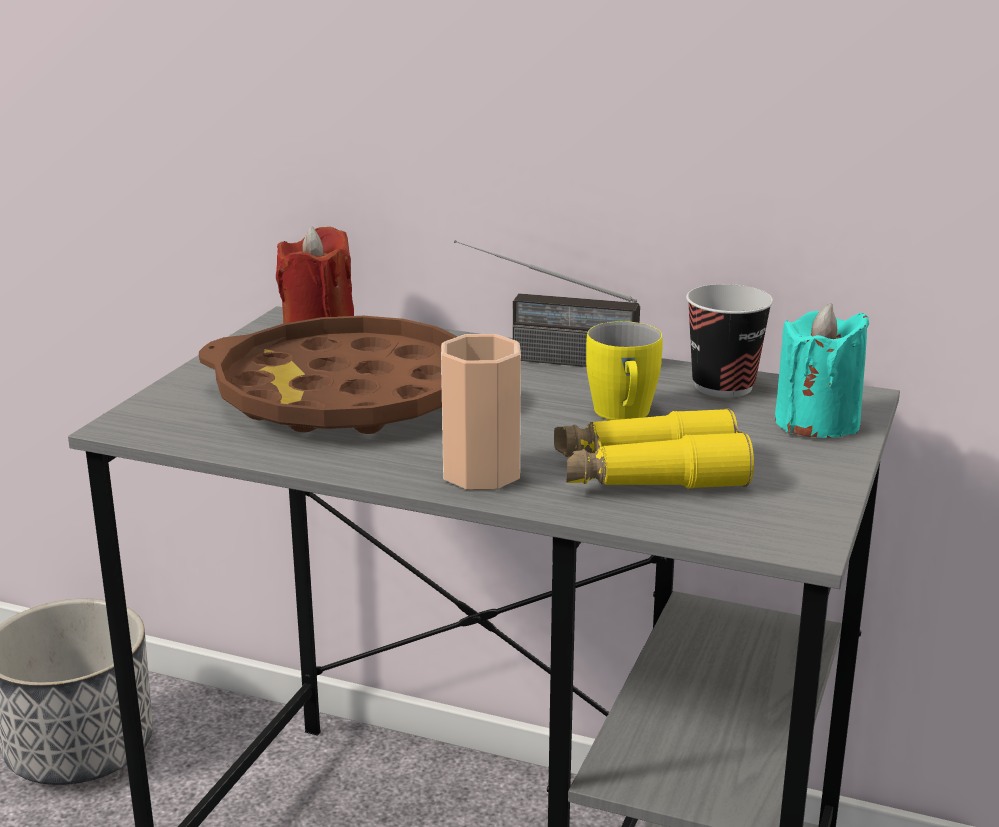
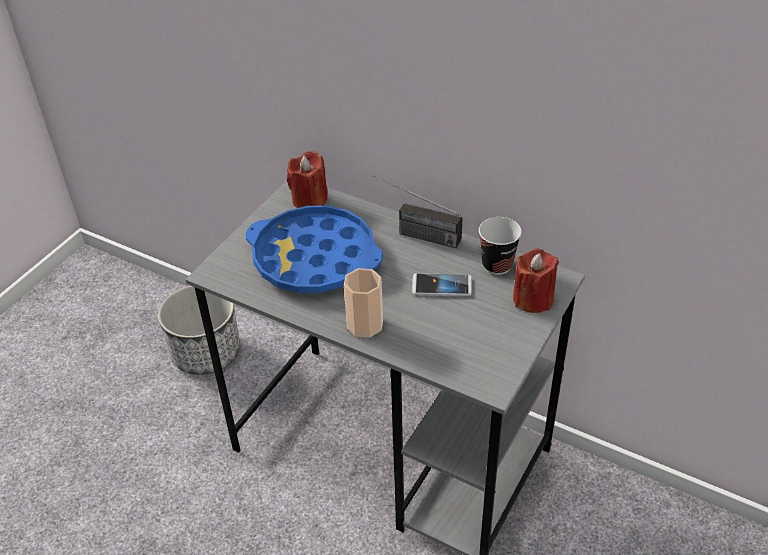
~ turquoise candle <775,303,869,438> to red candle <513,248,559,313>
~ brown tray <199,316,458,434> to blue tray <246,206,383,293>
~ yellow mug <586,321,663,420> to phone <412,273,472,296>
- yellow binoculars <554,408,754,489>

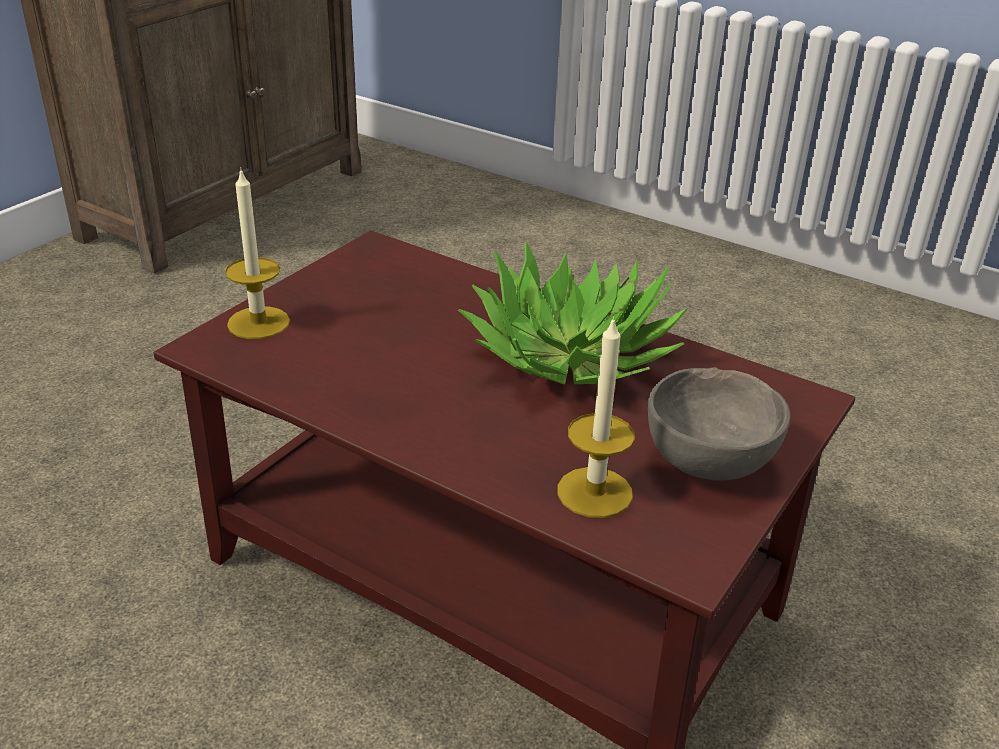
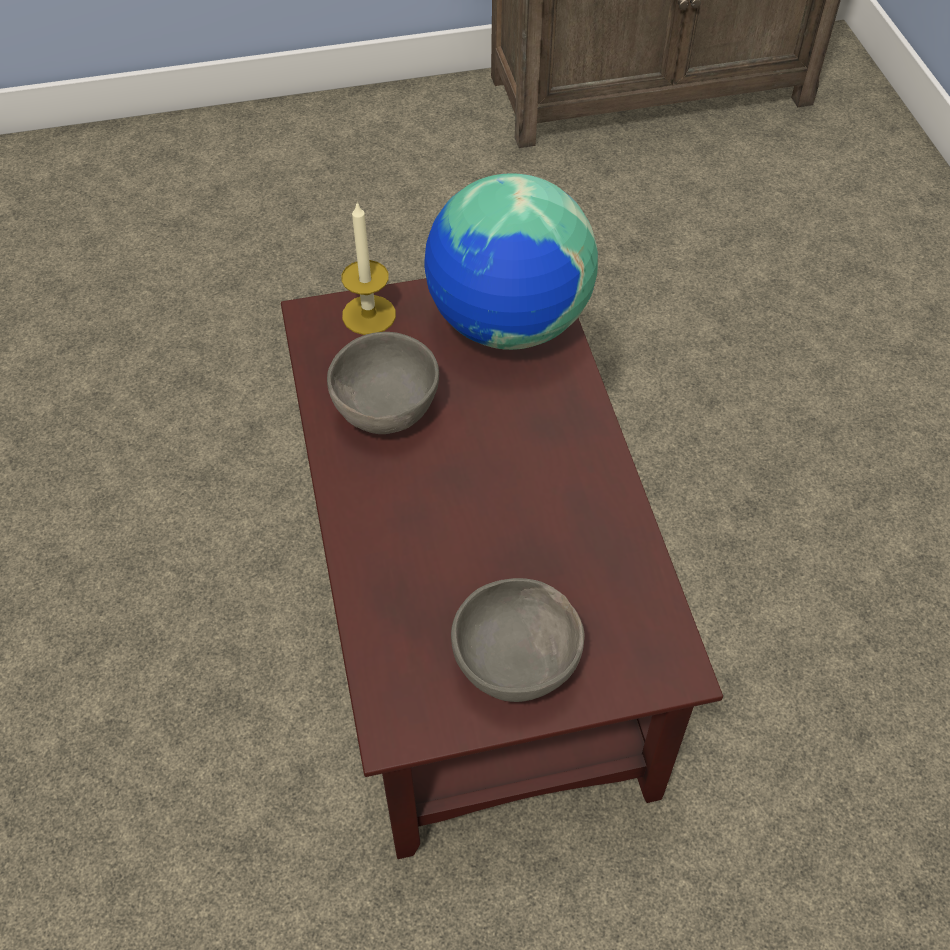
- potted plant <458,242,687,385>
- candle <558,316,635,518>
+ globe <424,174,598,350>
+ grey bowl <327,332,439,434>

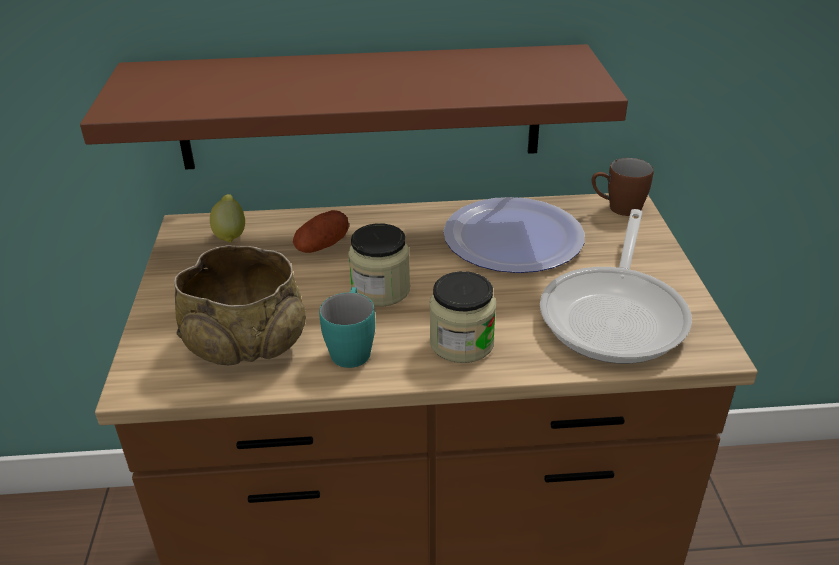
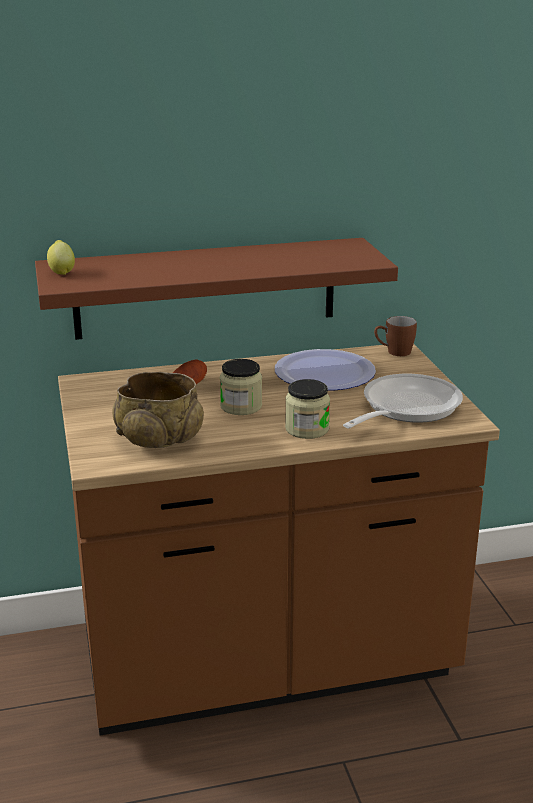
~ lemon <210,194,245,243> to <47,240,75,275>
~ frying pan <540,209,692,364> = <343,374,463,429> 150 degrees counterclockwise
- turquoise mug <319,287,375,368>

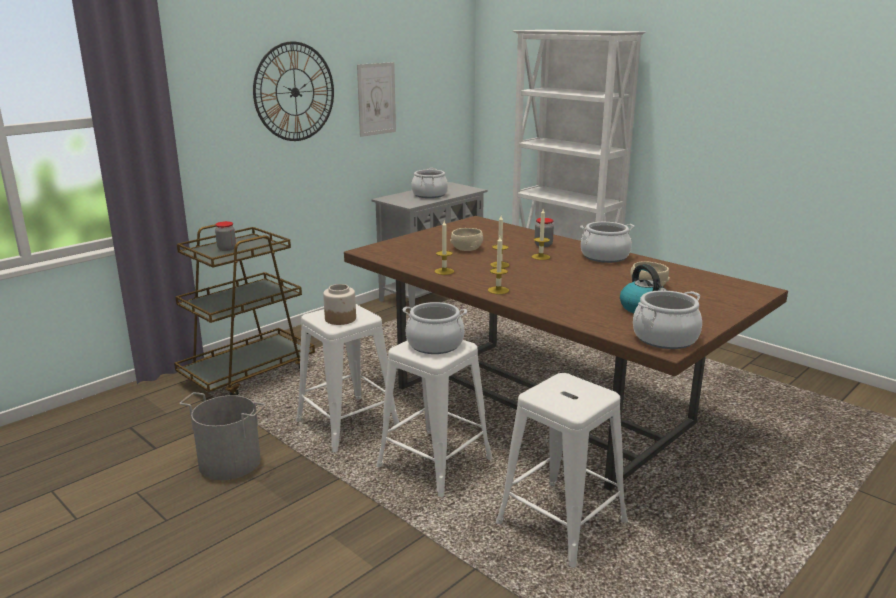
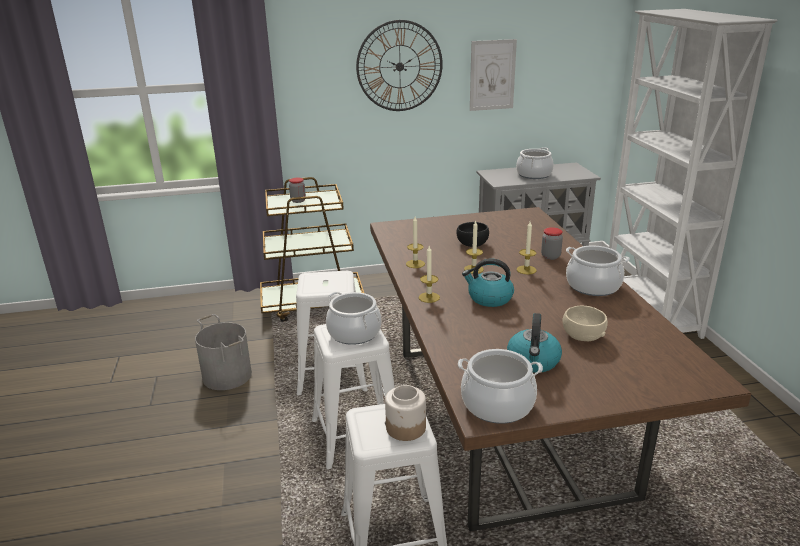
~ beige bowl <450,228,483,251> to black bowl <456,222,489,247>
~ jar <323,284,356,325> to <385,385,426,441>
+ kettle <462,259,514,307>

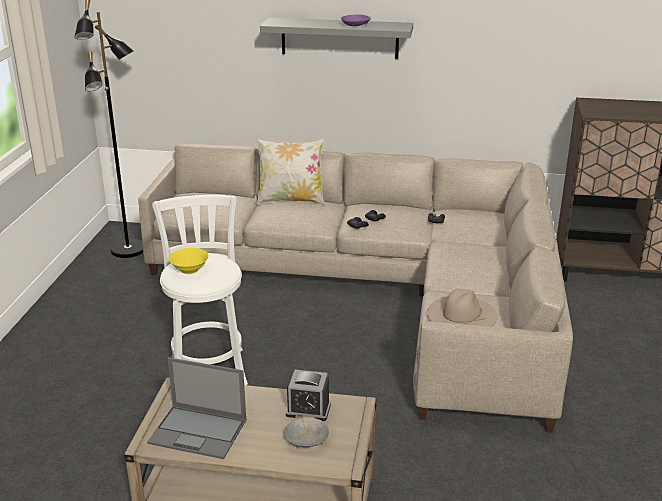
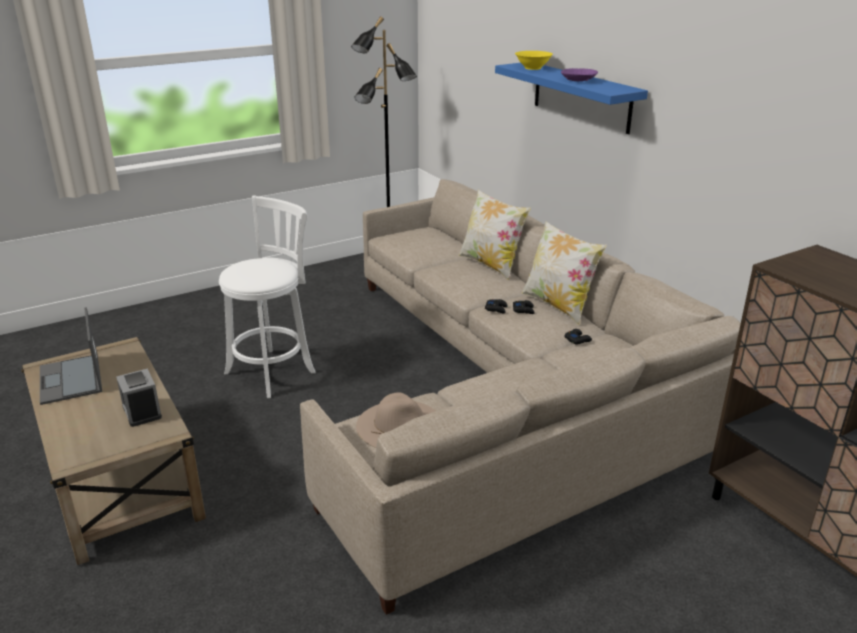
~ grey shelf <260,18,413,59> to blue shelf <495,63,648,134>
~ yellow bowl <168,248,209,274> to <515,51,553,70>
- grey bowl <284,417,329,448>
+ pillow <521,221,607,325>

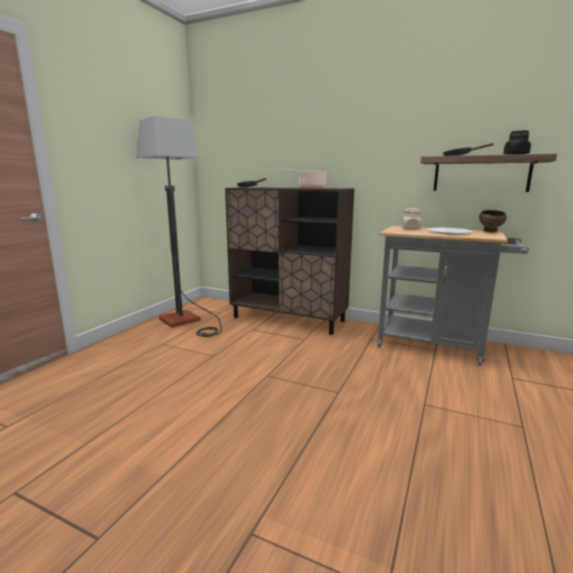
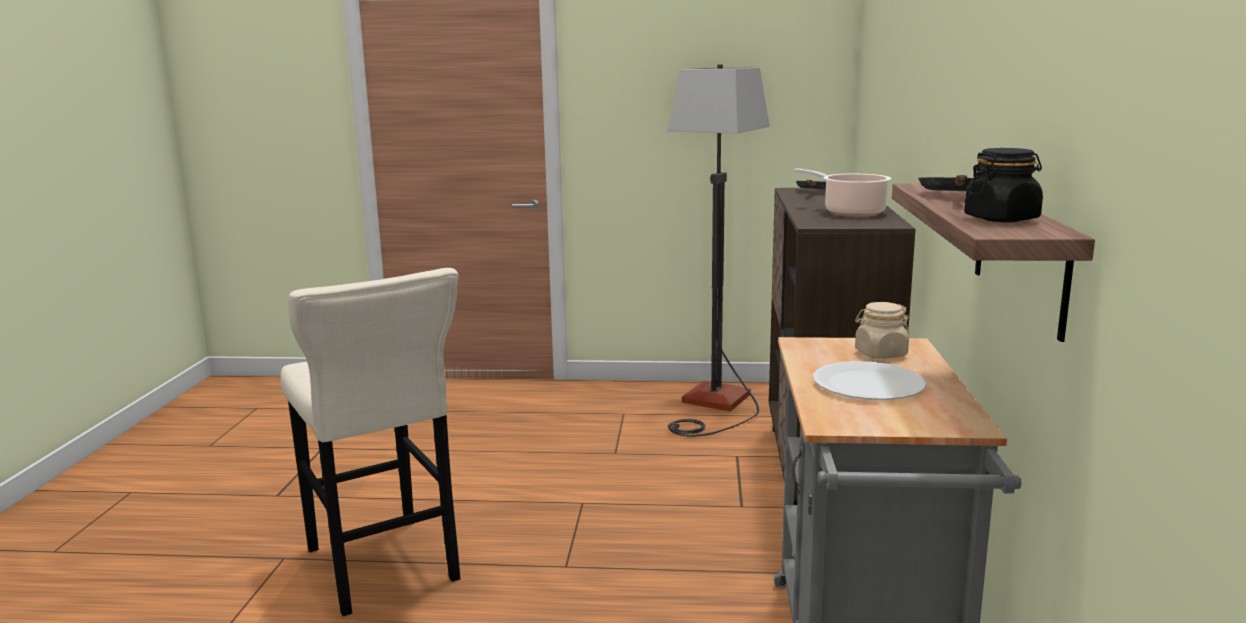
- brown bowl <479,210,507,233>
+ beige stool <280,268,460,616>

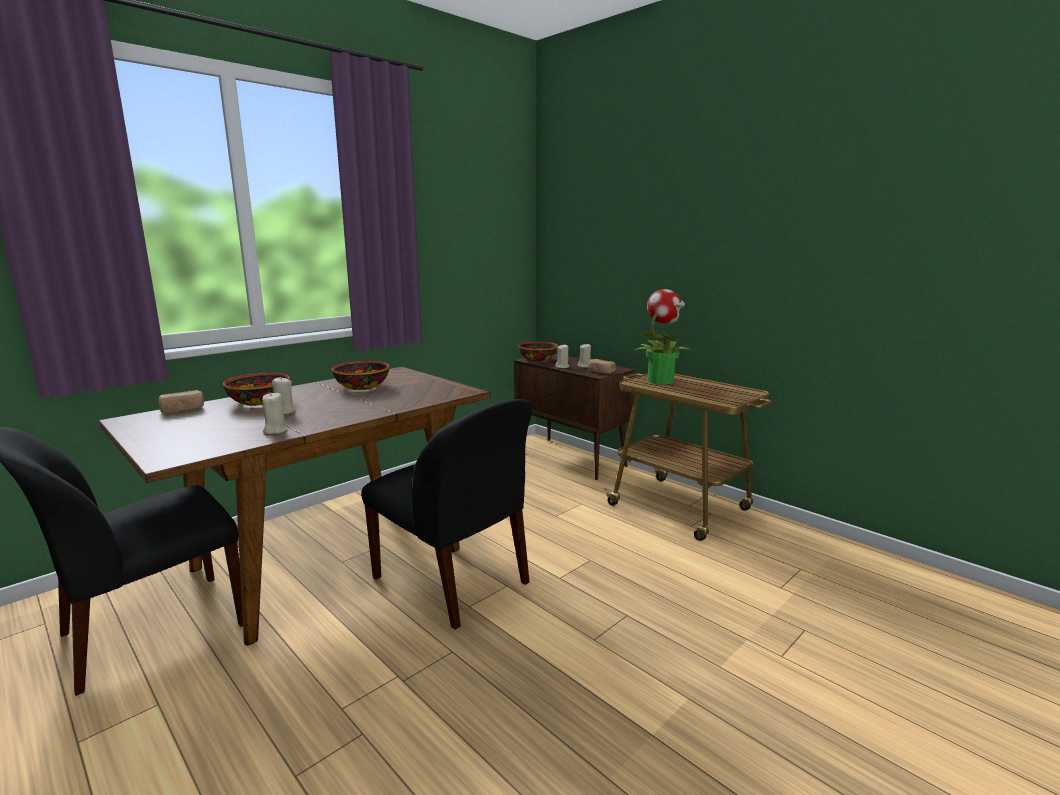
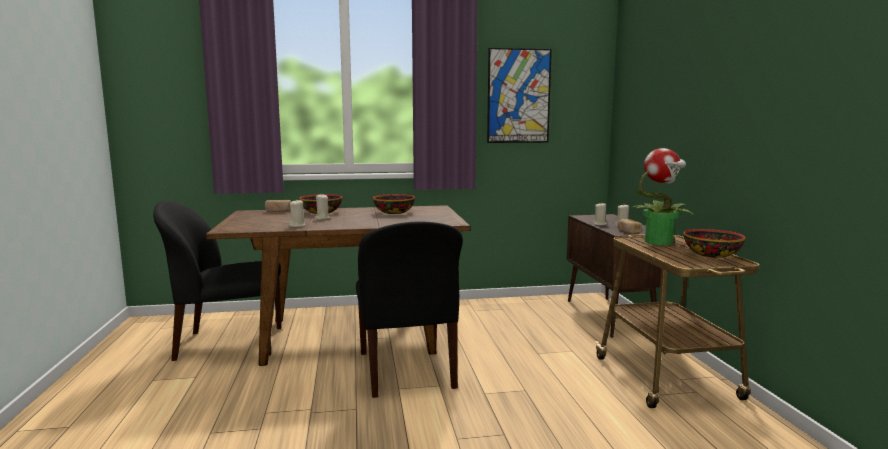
~ bowl <518,342,558,362> to <684,229,746,258>
+ picture <487,48,552,143>

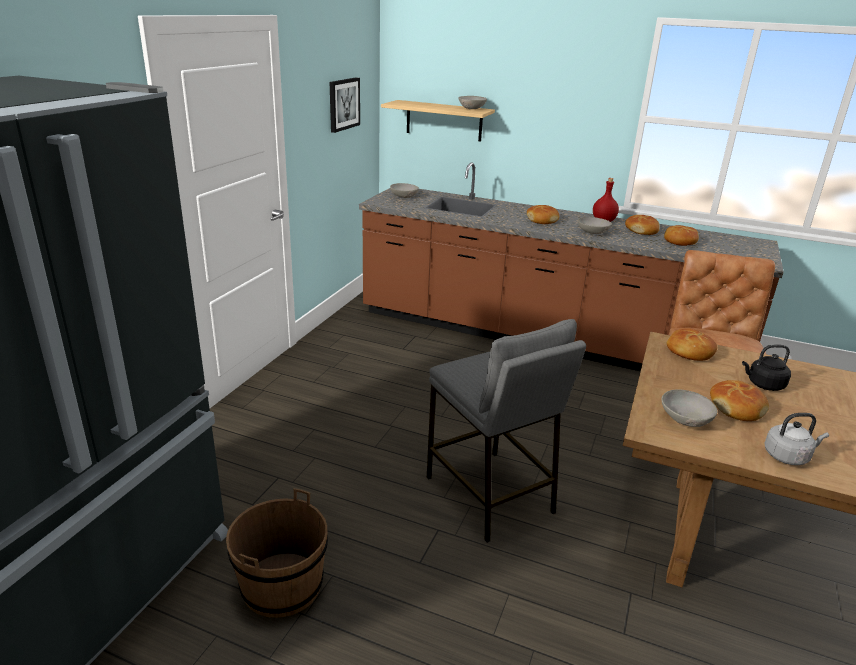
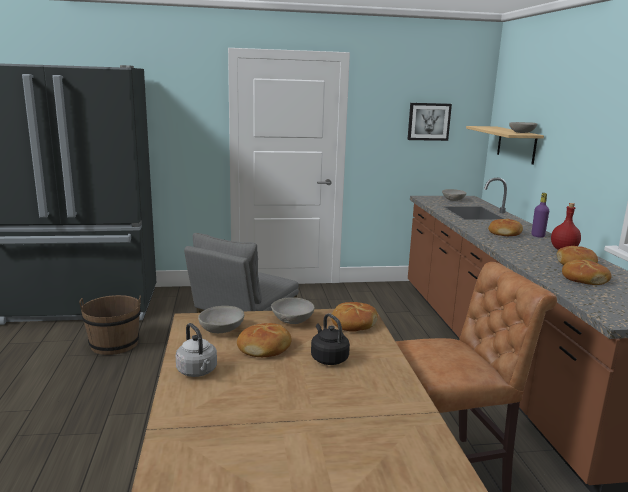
~ grey bowl <578,217,612,234> to <271,297,315,324>
+ purple bottle <531,193,549,238>

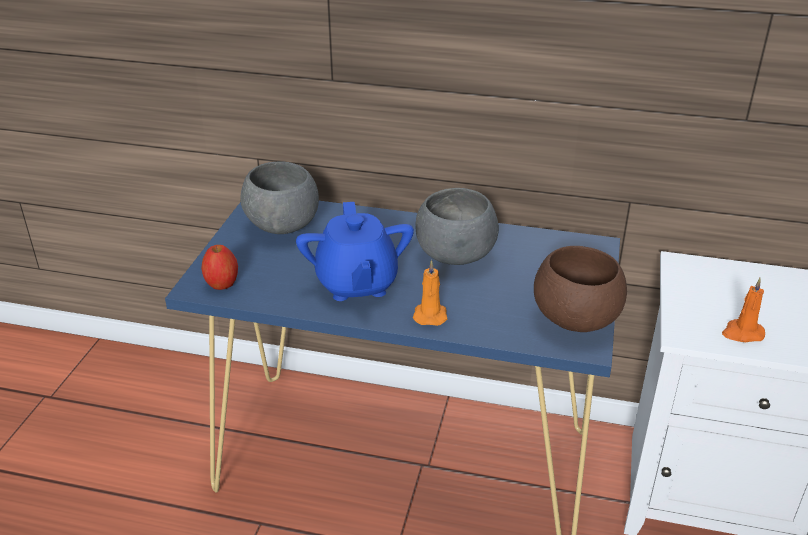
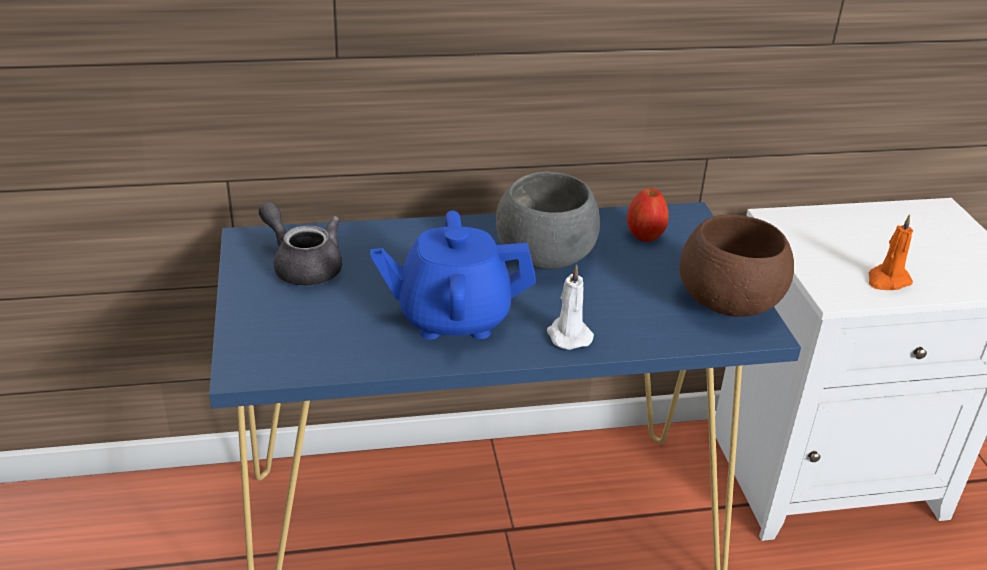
~ grey bowl <240,161,319,234> to grey teapot <258,201,342,286>
~ blue teapot <296,202,414,301> = <370,211,536,340> 120 degrees clockwise
~ apple <201,245,238,290> to <627,188,669,242>
~ orange candle <413,260,447,326> to white candle <547,264,594,350>

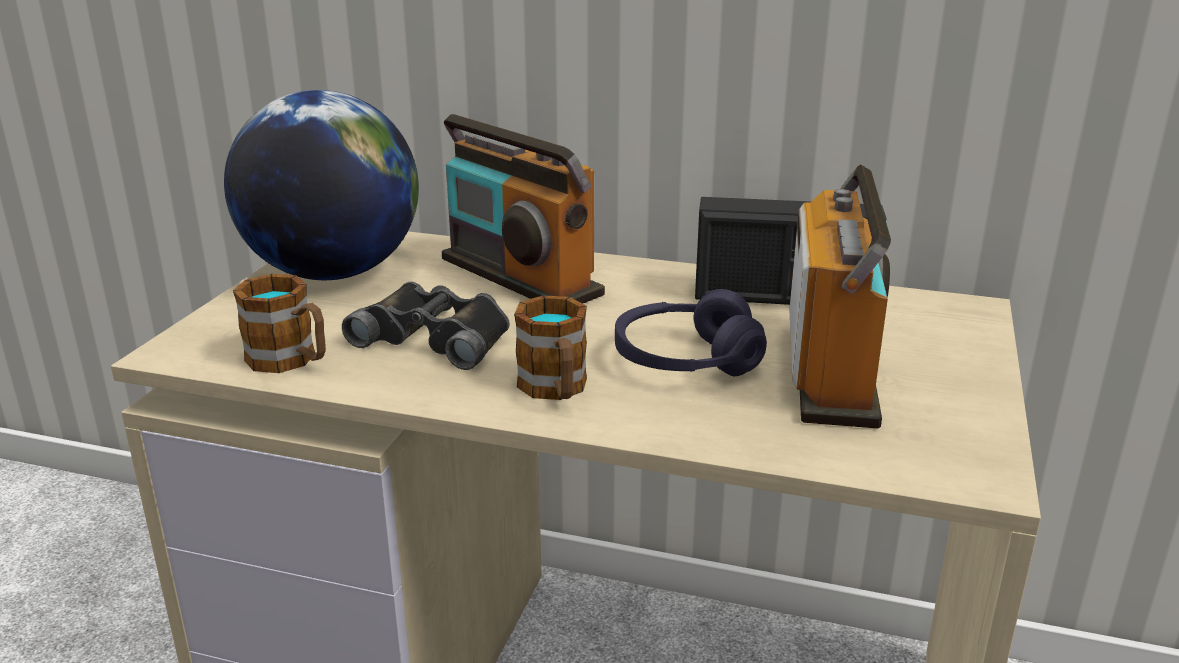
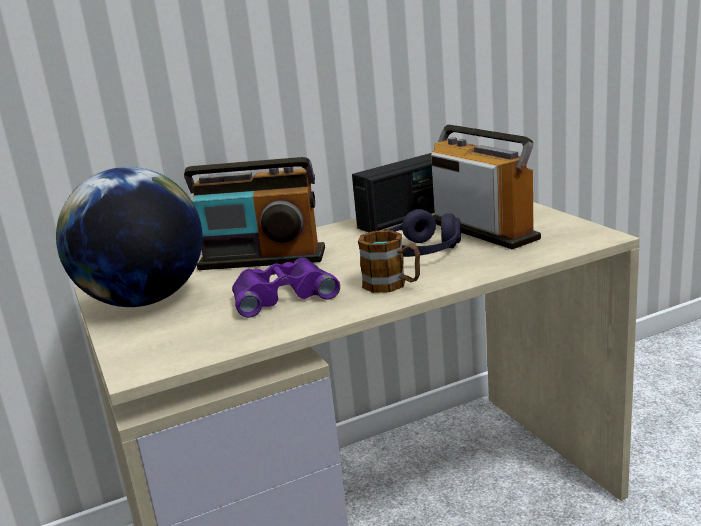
- mug <233,274,326,373>
~ black binoculars <342,282,510,370> to purple binoculars <232,258,340,318>

